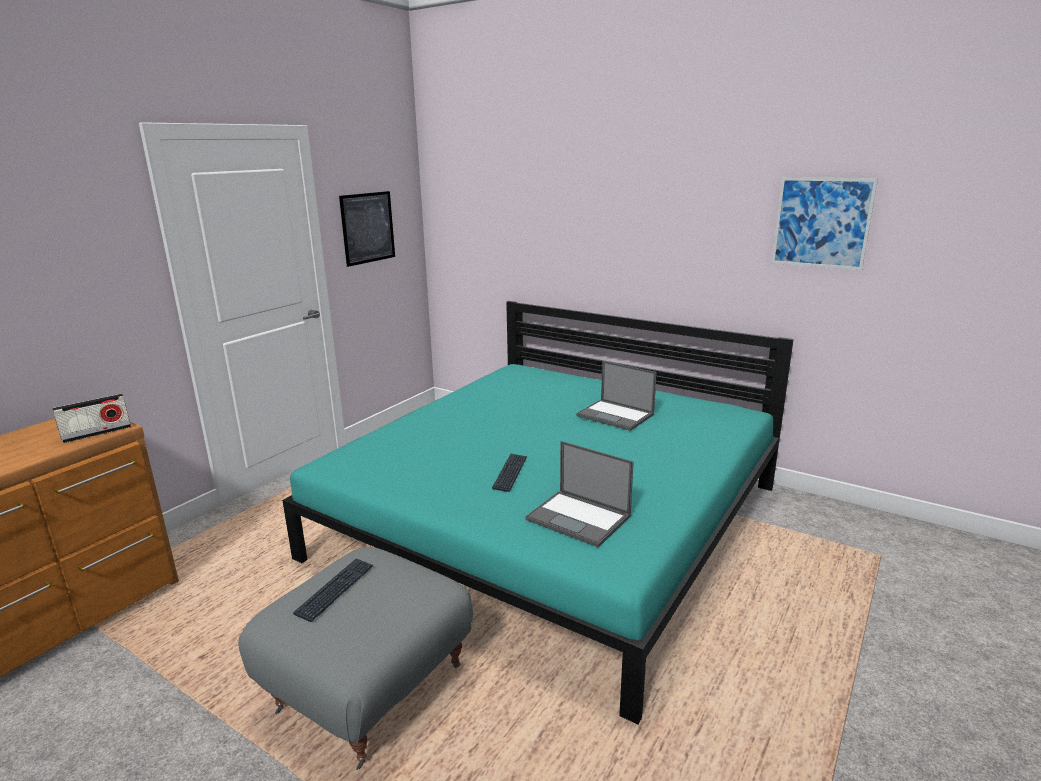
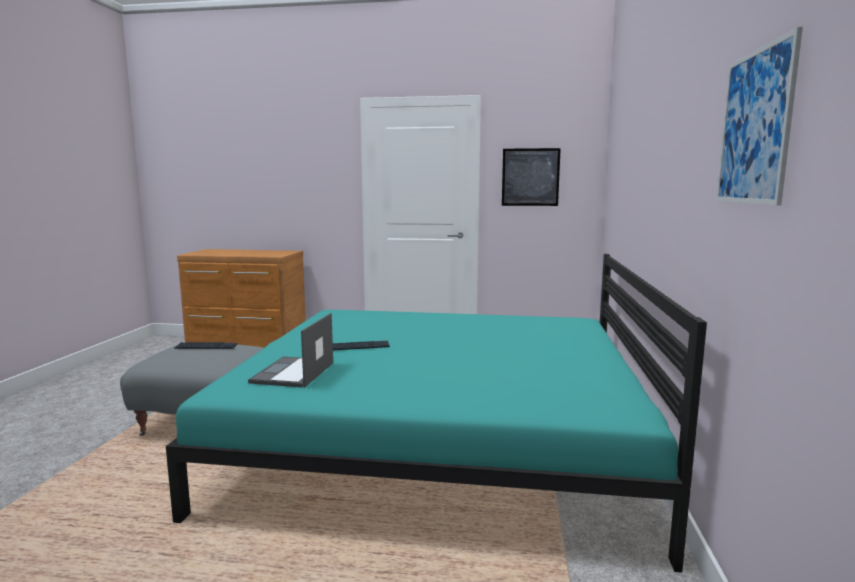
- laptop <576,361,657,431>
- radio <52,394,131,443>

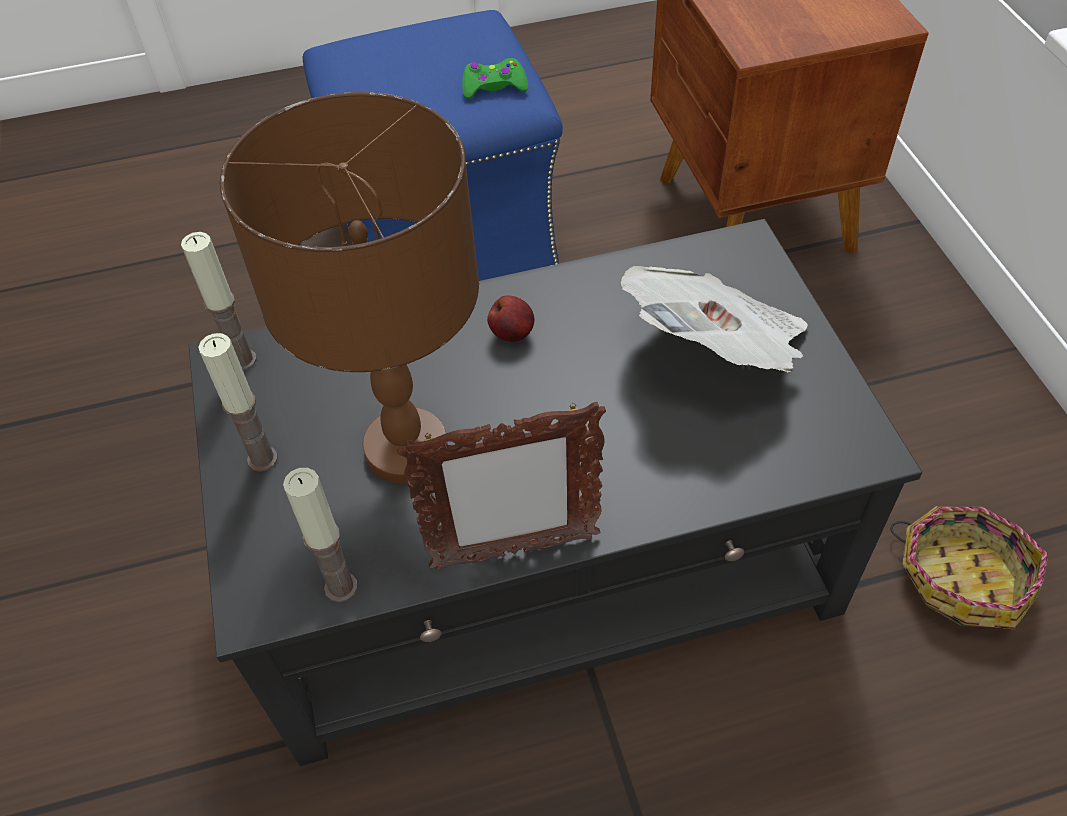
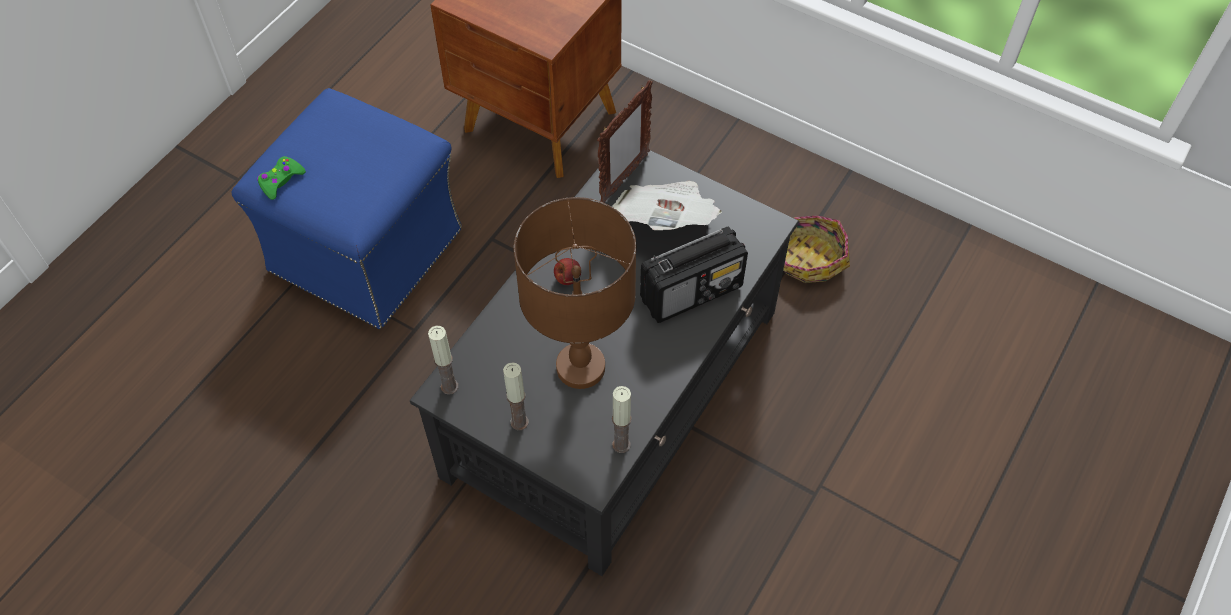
~ green game controller <462,58,528,99> to <257,156,306,200>
~ picture frame <397,402,606,571> to <597,80,653,203>
+ radio <640,227,748,323>

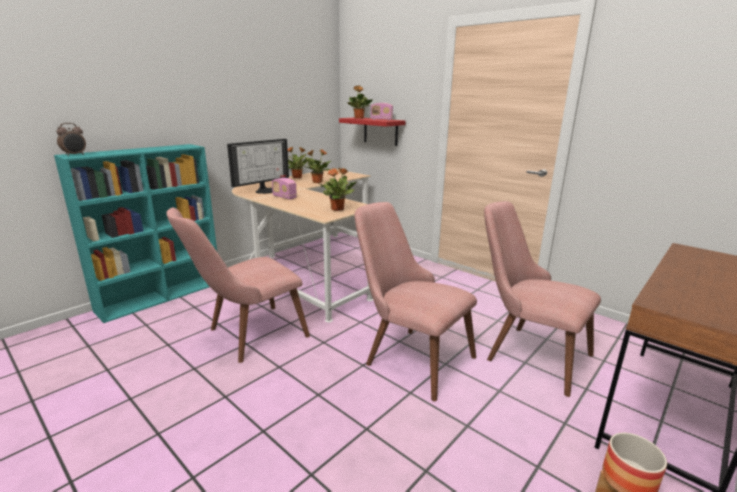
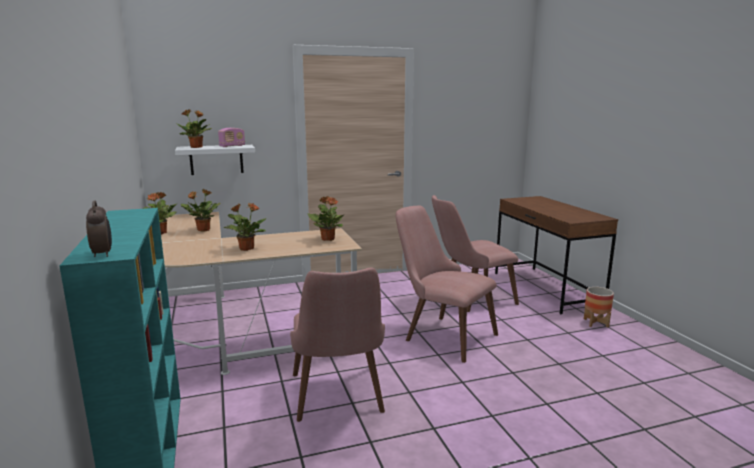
~ red shelf <339,118,406,146> to white shelf <175,145,255,175>
- monitor <227,139,289,194>
~ radio <272,178,297,200> to potted plant <223,203,267,251>
~ pink chair <354,202,477,402> = <395,206,498,363> 60 degrees clockwise

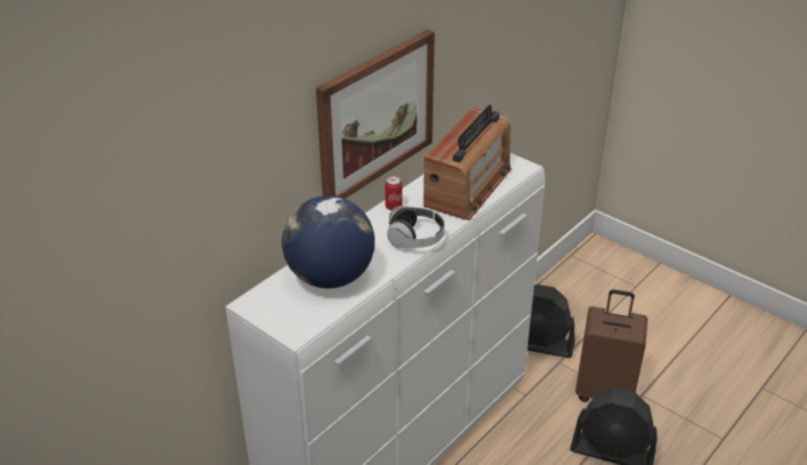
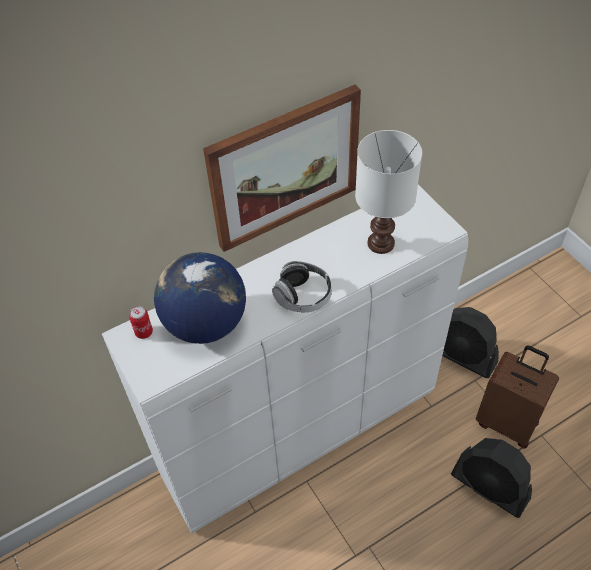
~ radio <423,105,512,220> to white table lamp <355,130,422,254>
~ can <385,176,402,211> to <129,306,153,339>

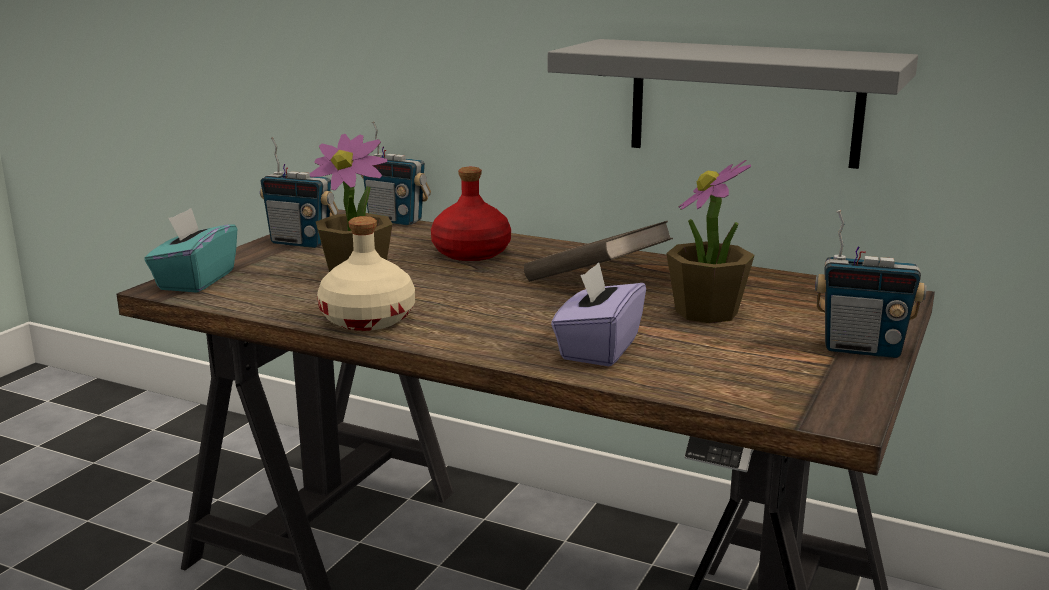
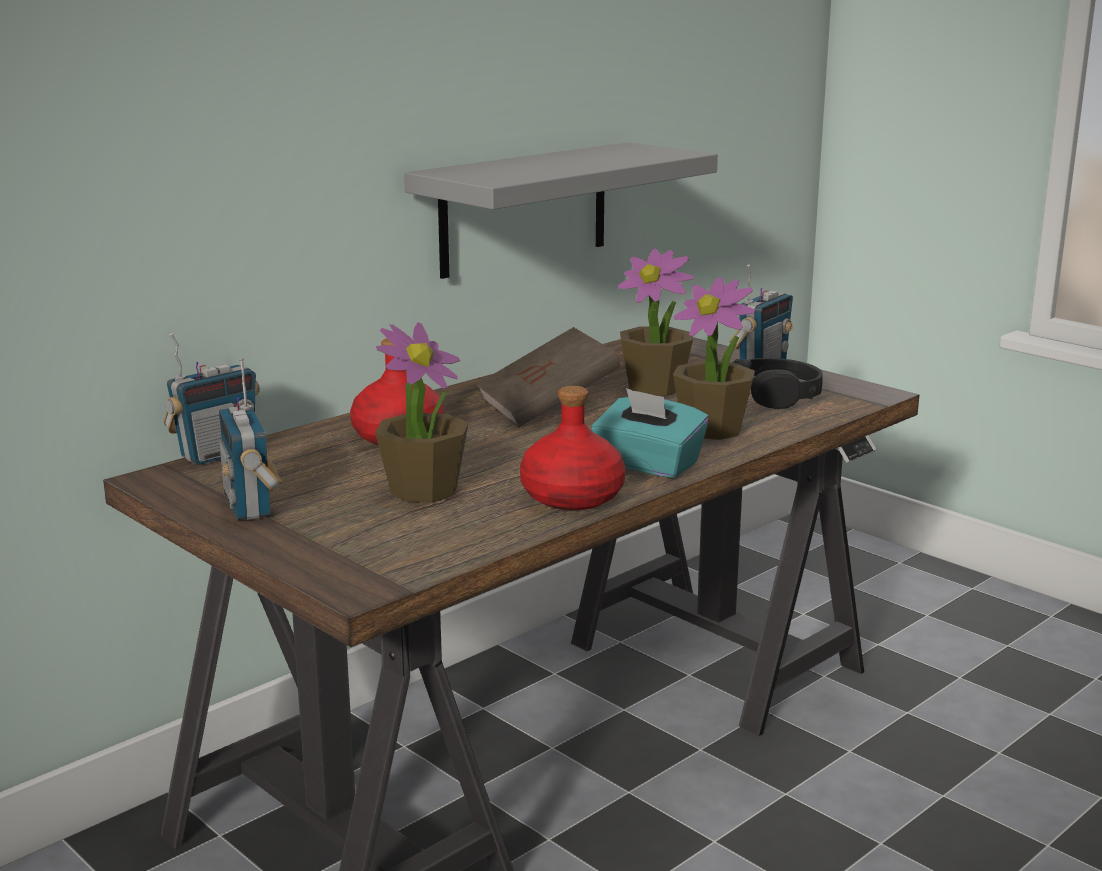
~ radio <260,137,339,248> = <219,359,282,520> 120 degrees clockwise
~ turquoise tissue box <144,208,237,293> to <592,388,709,478>
~ beige bottle <317,216,415,331> to red bottle <520,386,626,510>
~ purple tissue box <551,262,646,366> to potted plant <673,277,755,440>
+ black headphones <732,358,823,409>

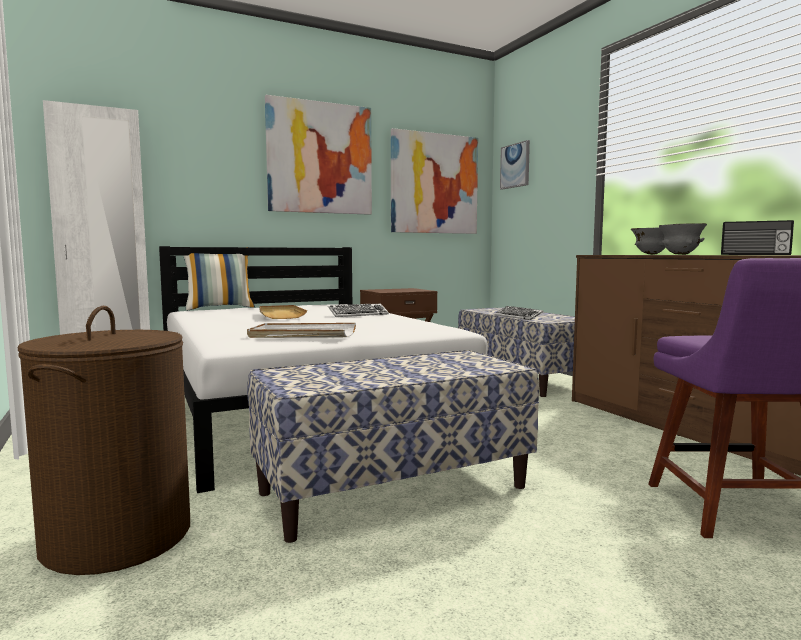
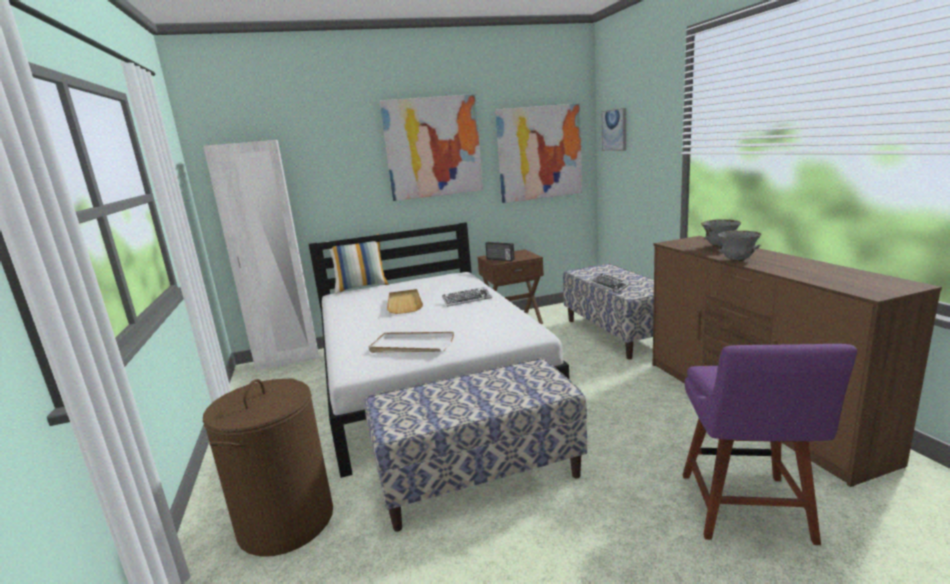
~ radio <721,220,794,255> to <486,242,515,261>

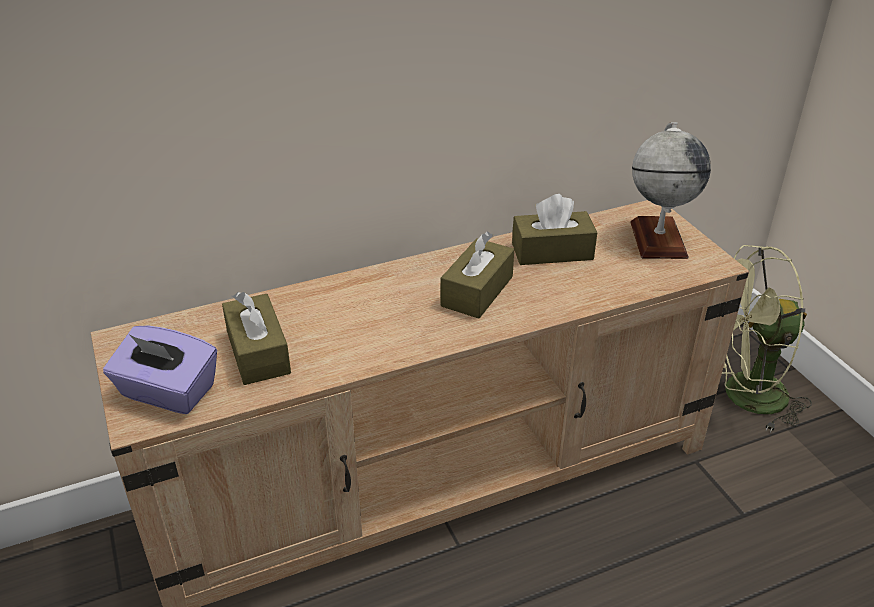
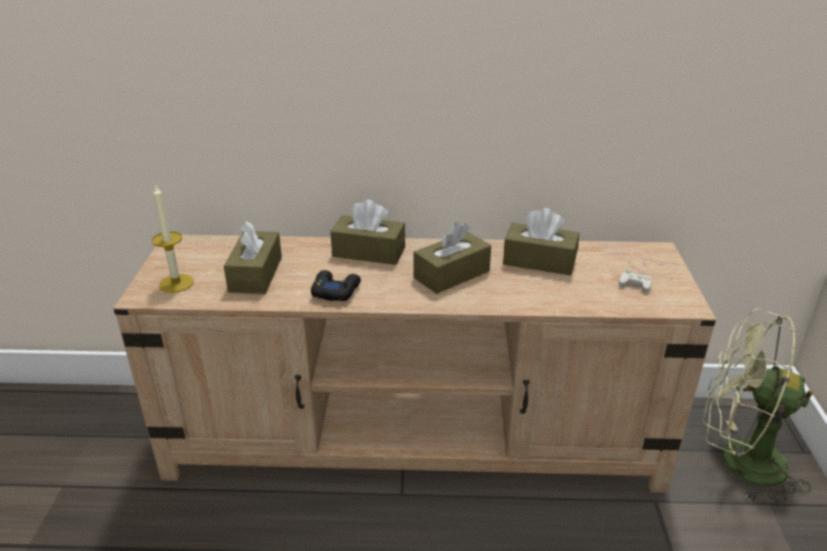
~ globe <630,122,711,259> to white game controller <610,253,678,292>
~ purple tissue box <103,325,217,414> to candle <152,186,194,293>
+ brown tissue box <330,200,405,265>
+ black game controller <311,270,361,301>

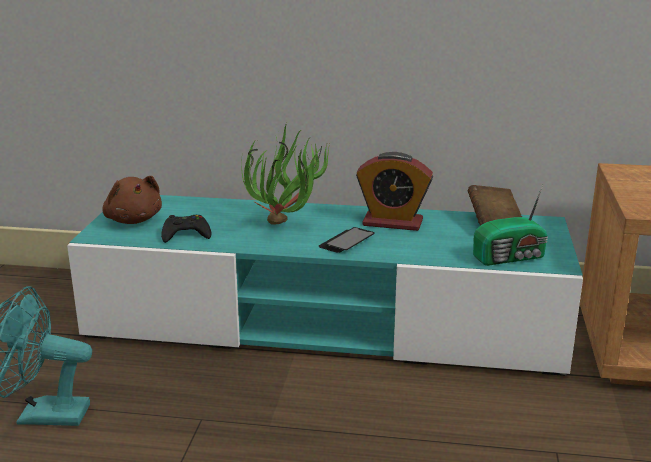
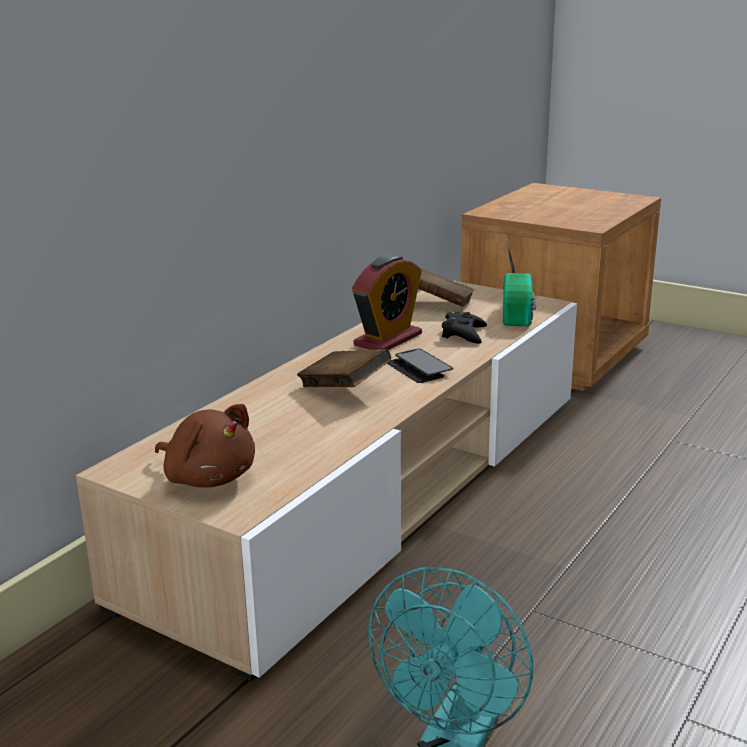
~ potted plant <241,123,330,225> to brown book <297,349,391,387>
~ brown plush toy <102,176,162,224> = <155,404,255,488> 45 degrees clockwise
~ turquoise tv stand <67,195,583,376> to beige tv stand <76,280,577,681>
~ black game controller <161,215,211,243> to <442,311,487,344>

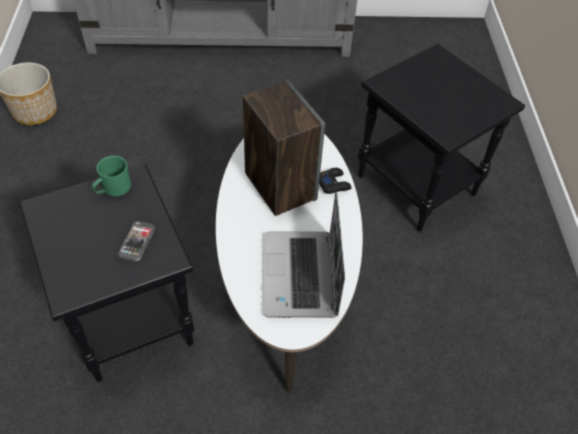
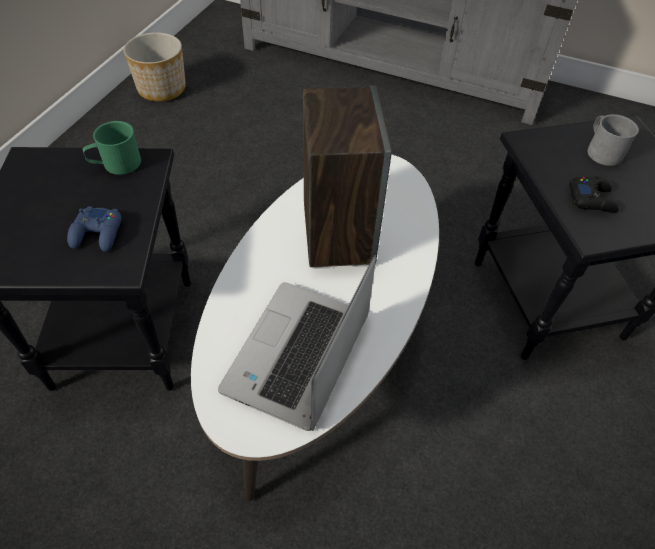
~ black game controller <319,168,352,194> to <569,176,619,213>
~ phone <118,221,155,262> to blue game controller <67,206,122,252>
+ grey mug <587,114,639,166>

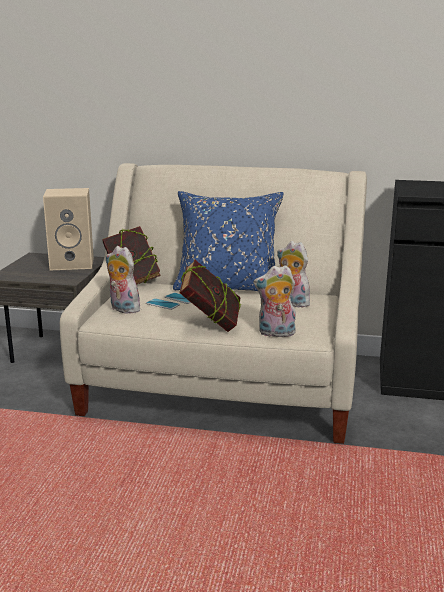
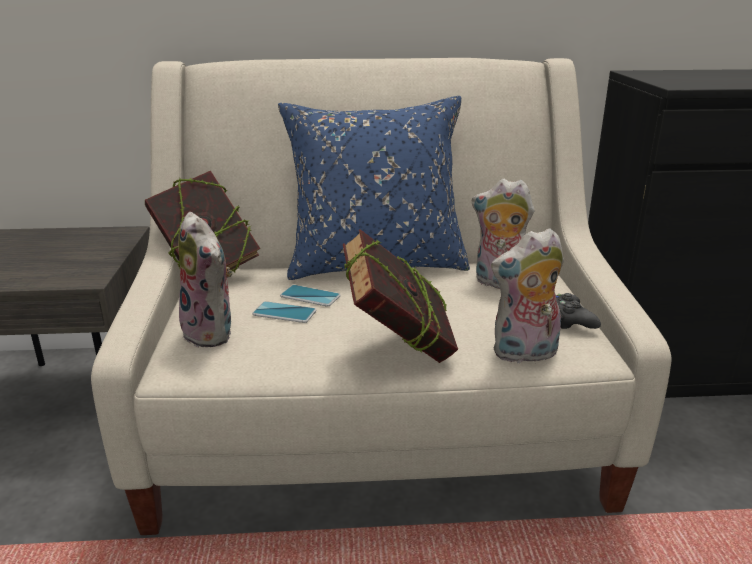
- beige speaker <43,188,94,270>
~ plush toy <106,246,140,314> = <178,212,232,348> 150 degrees counterclockwise
+ black game controller <555,293,601,329>

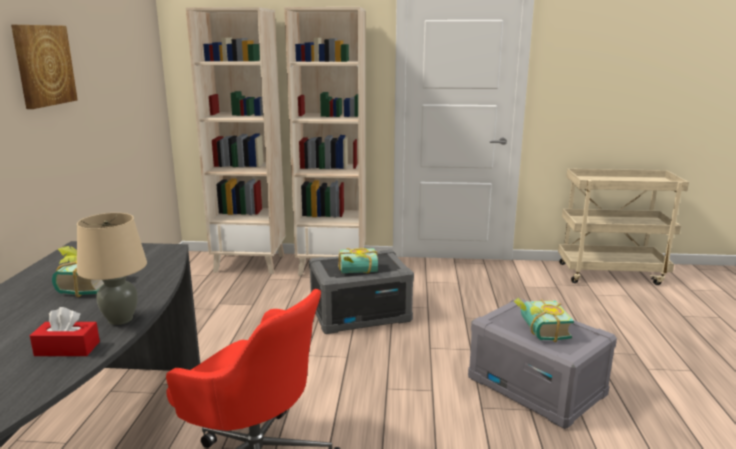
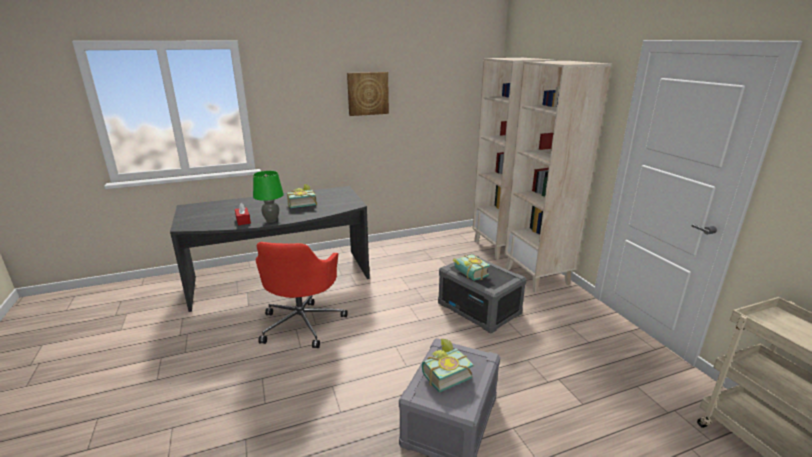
~ beige table lamp <77,213,147,325> to green table lamp <253,171,284,222>

